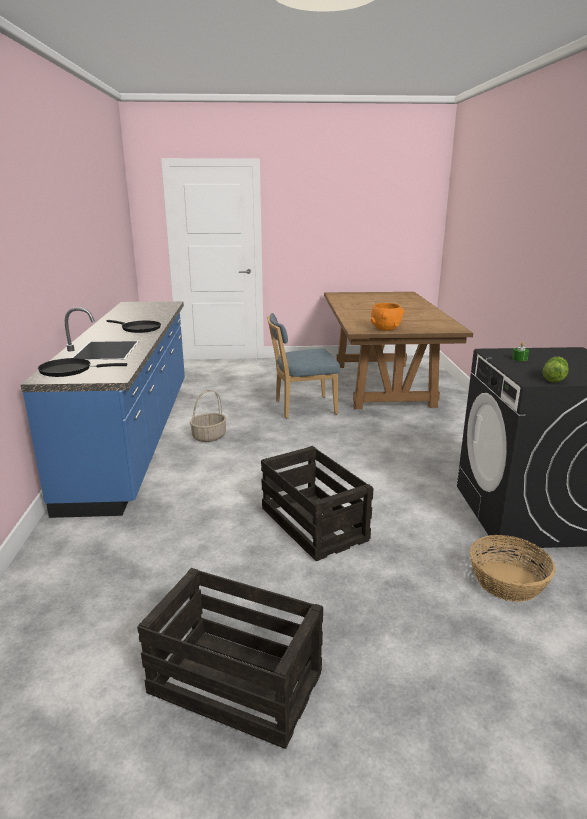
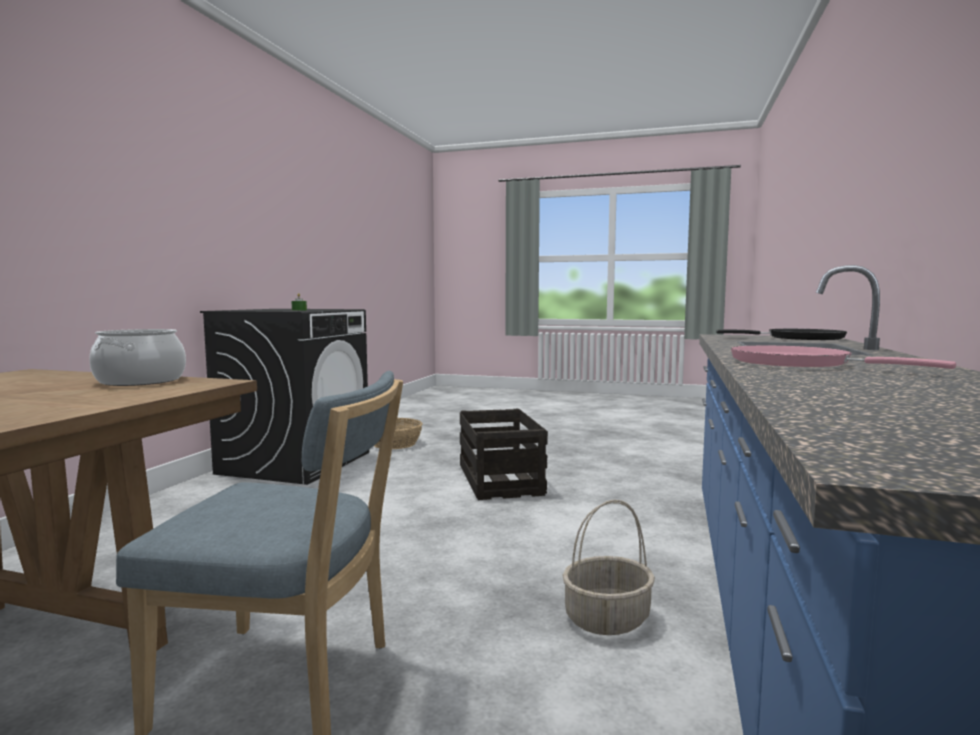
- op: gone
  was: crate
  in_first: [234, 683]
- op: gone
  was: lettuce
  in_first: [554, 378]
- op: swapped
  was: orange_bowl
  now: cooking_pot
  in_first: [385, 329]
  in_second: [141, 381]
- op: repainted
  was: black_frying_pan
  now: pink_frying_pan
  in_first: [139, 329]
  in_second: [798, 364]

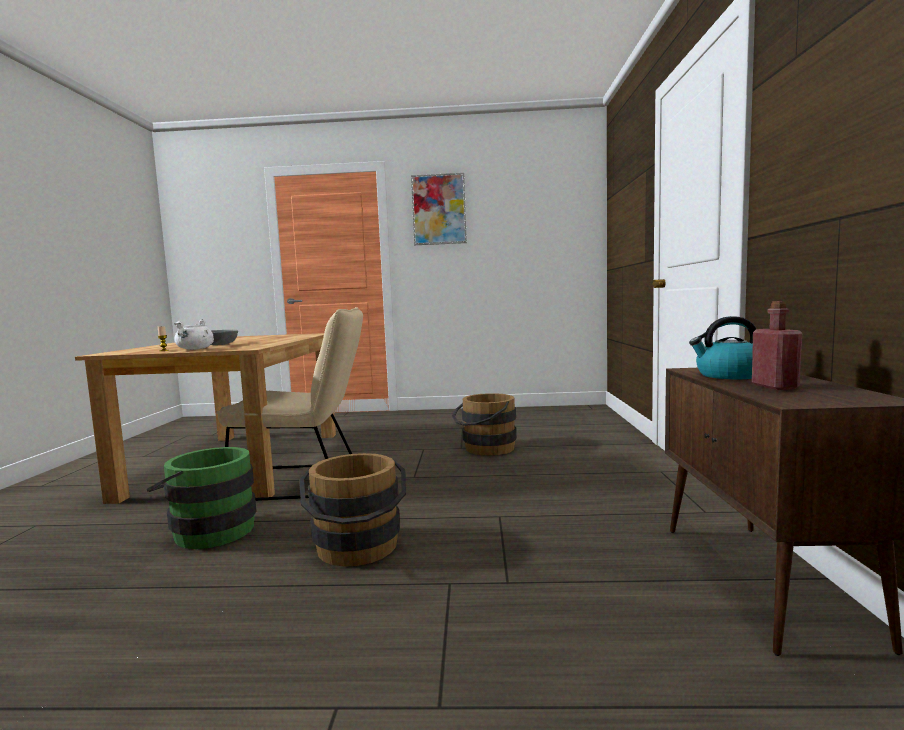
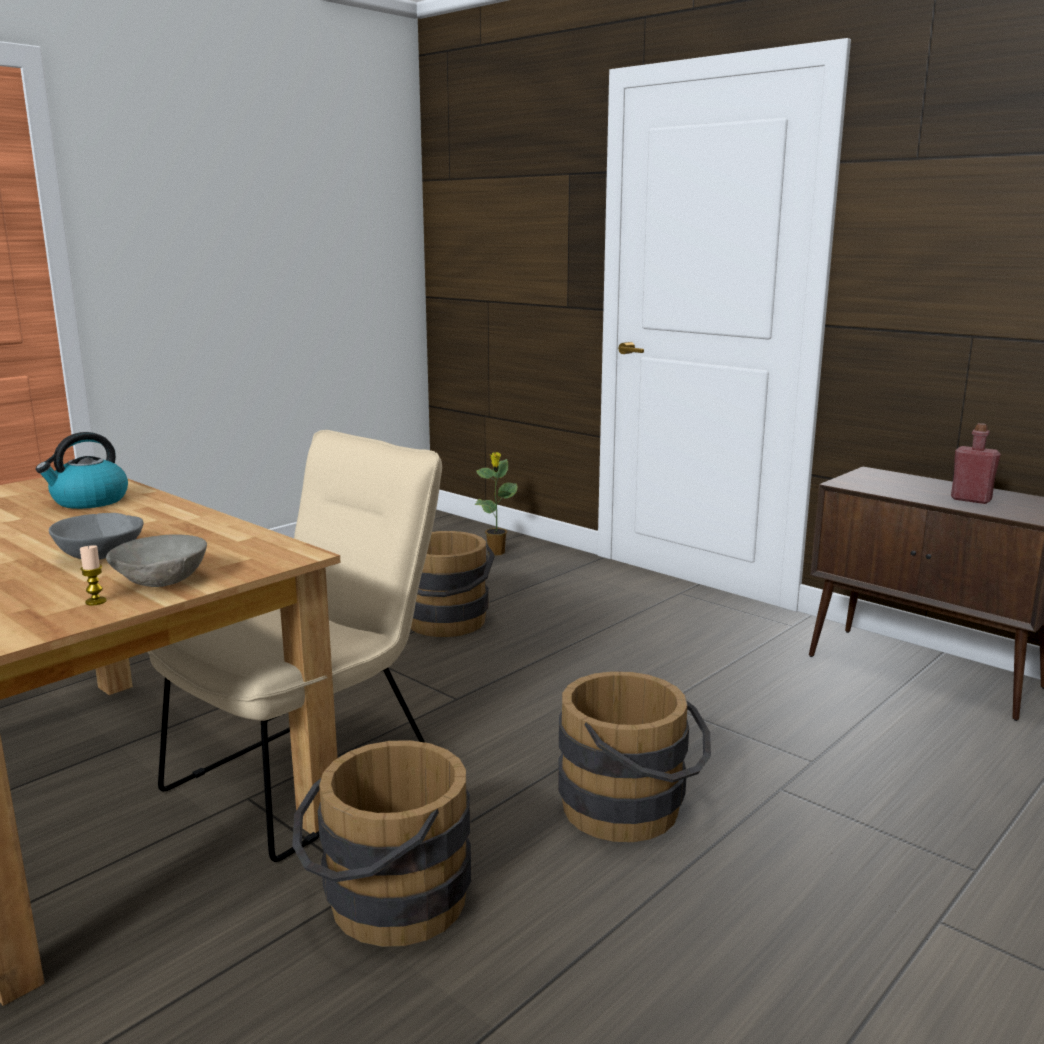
- op: gone
  was: picture
  in_first: [439, 209]
- op: new
  now: potted_plant
  in_second: [496, 553]
- op: shifted
  was: kettle
  in_first: [728, 375]
  in_second: [89, 501]
- op: swapped
  was: white_cooking_pot
  now: grey_bowl
  in_first: [195, 349]
  in_second: [162, 581]
- op: repainted
  was: green_bucket
  now: brown_bucket
  in_first: [208, 530]
  in_second: [385, 905]

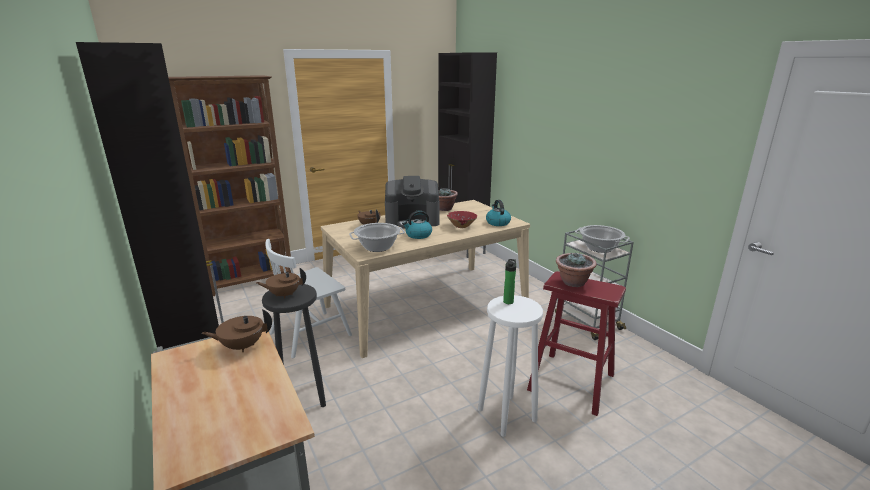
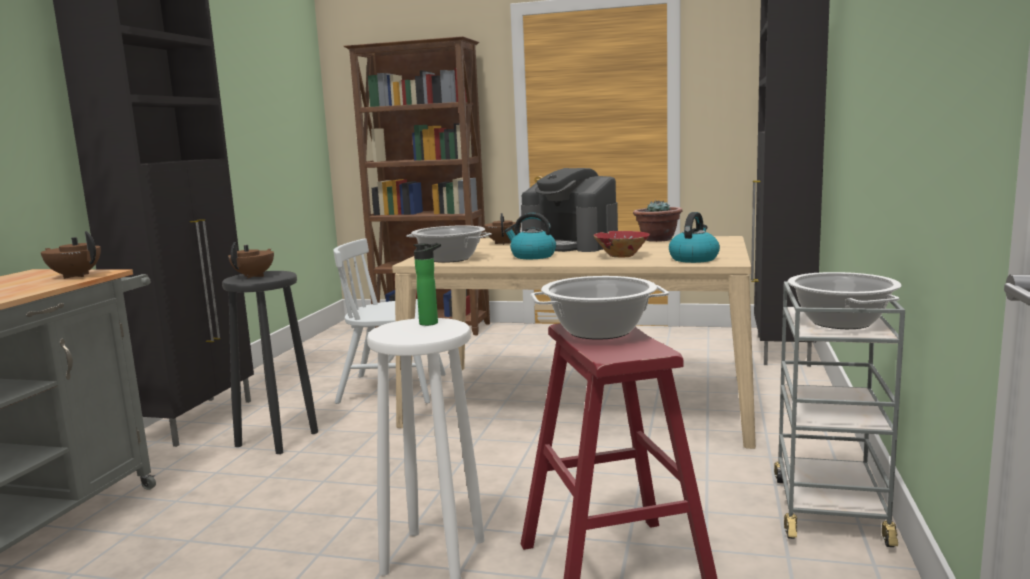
- op: swapped
  was: potted_plant
  now: cooking_pot
  in_first: [573, 282]
  in_second: [599, 331]
- op: rotated
  was: brown_teapot
  in_first: [284, 295]
  in_second: [254, 276]
  clockwise: 75

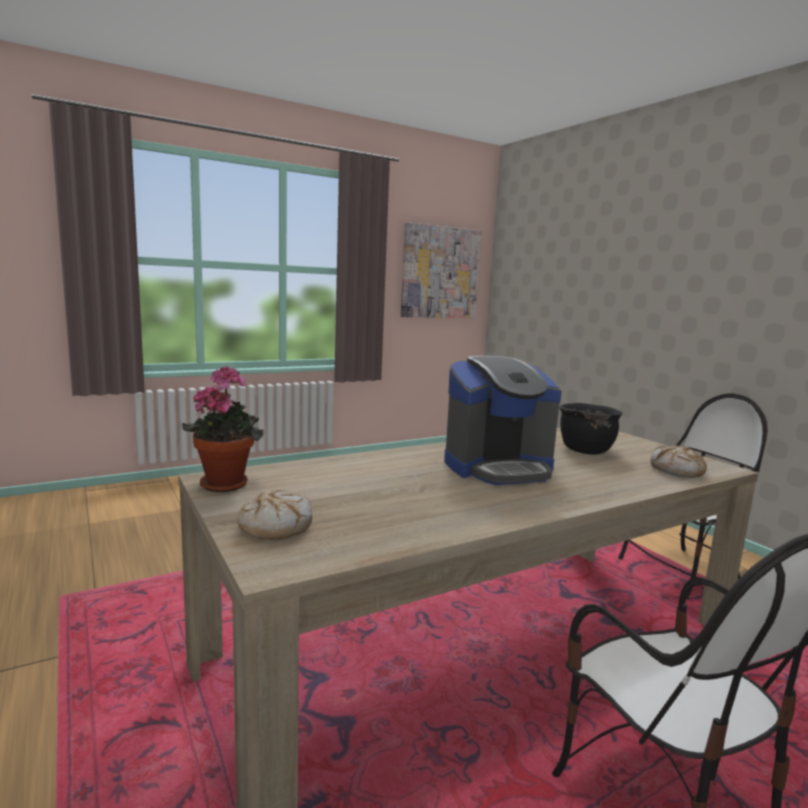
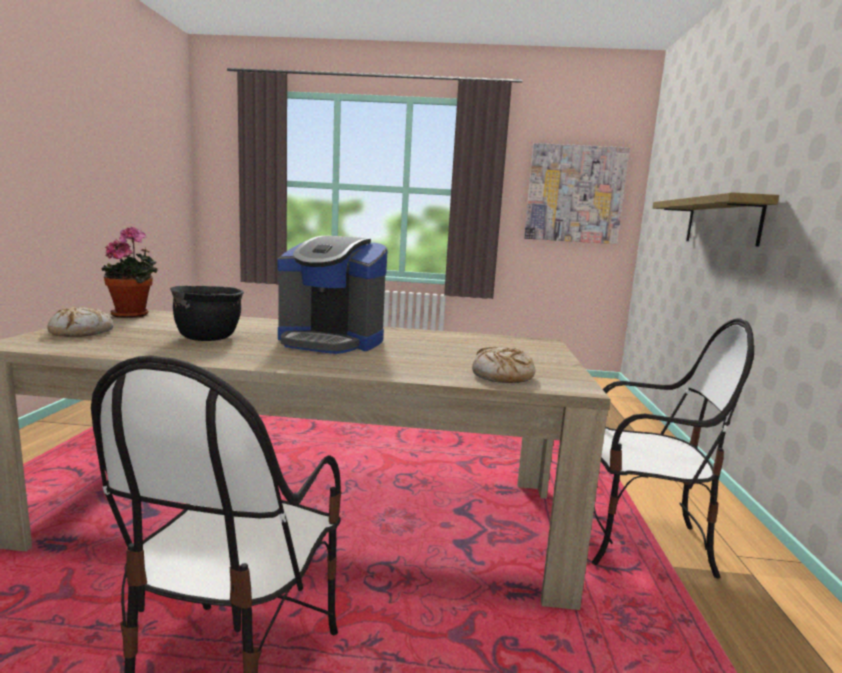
- op: new
  now: shelf
  in_second: [722, 221]
- op: shifted
  was: black_cooking_pot
  in_first: [585, 450]
  in_second: [208, 338]

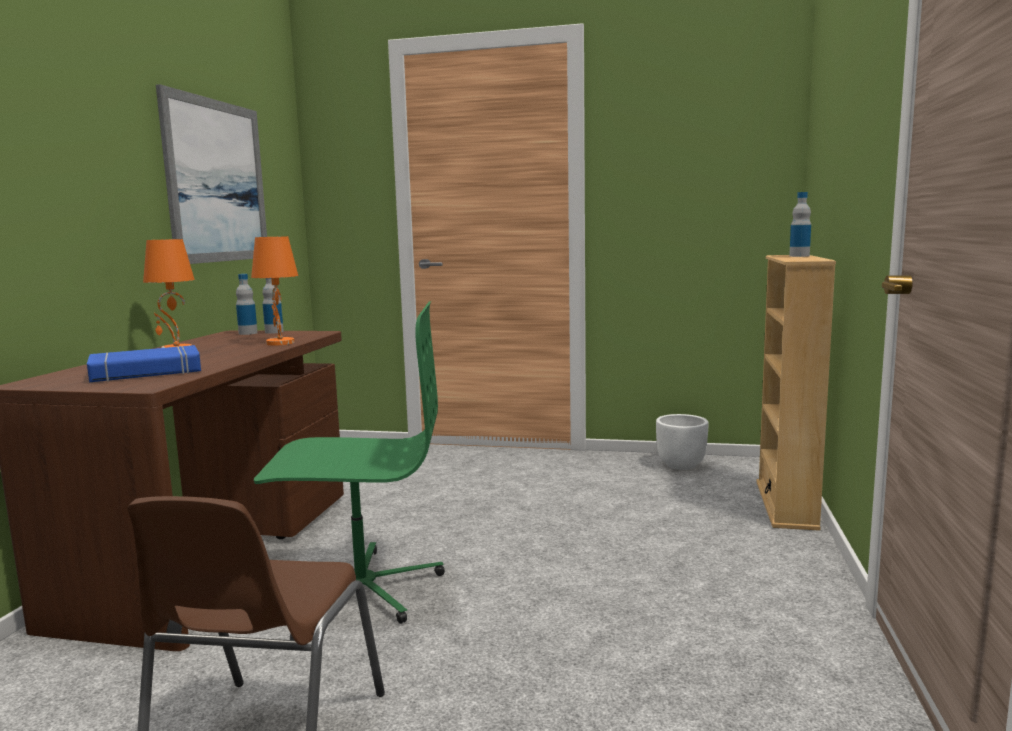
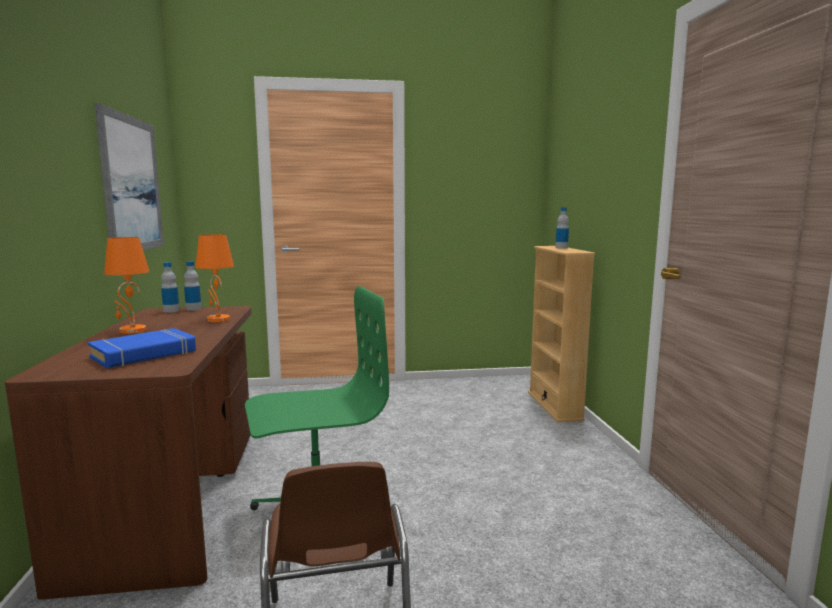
- op: gone
  was: white_planter
  in_first: [680, 465]

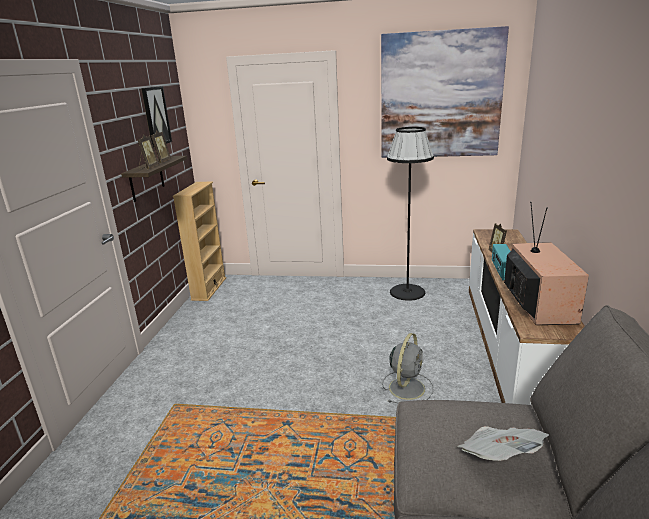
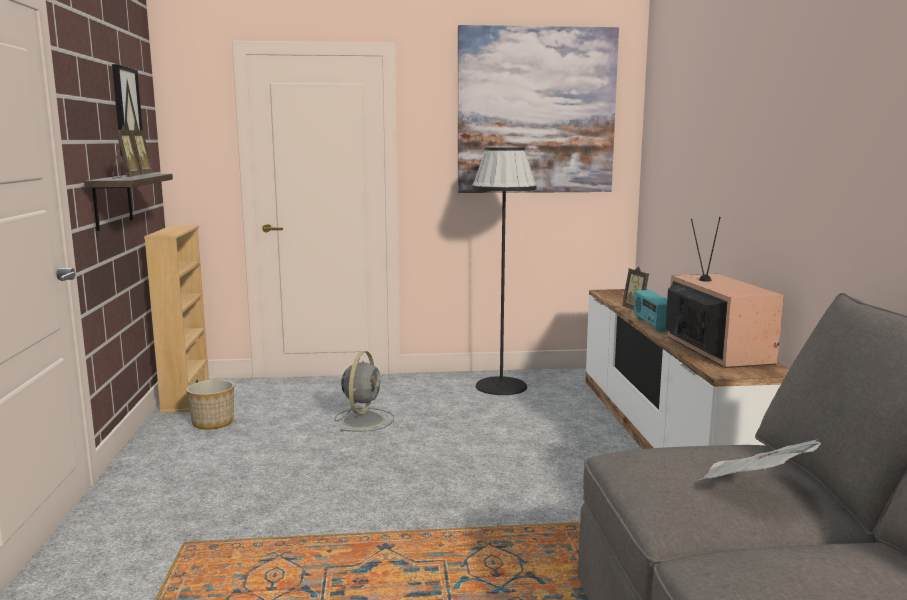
- op: new
  now: planter
  in_second: [213, 422]
- op: shifted
  was: grey_fan
  in_first: [407, 387]
  in_second: [364, 420]

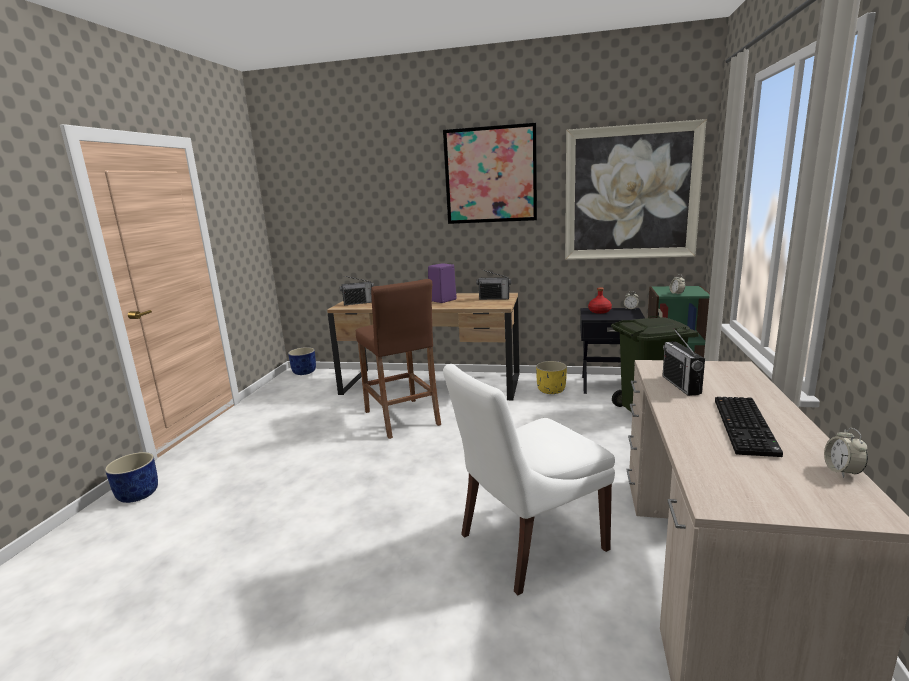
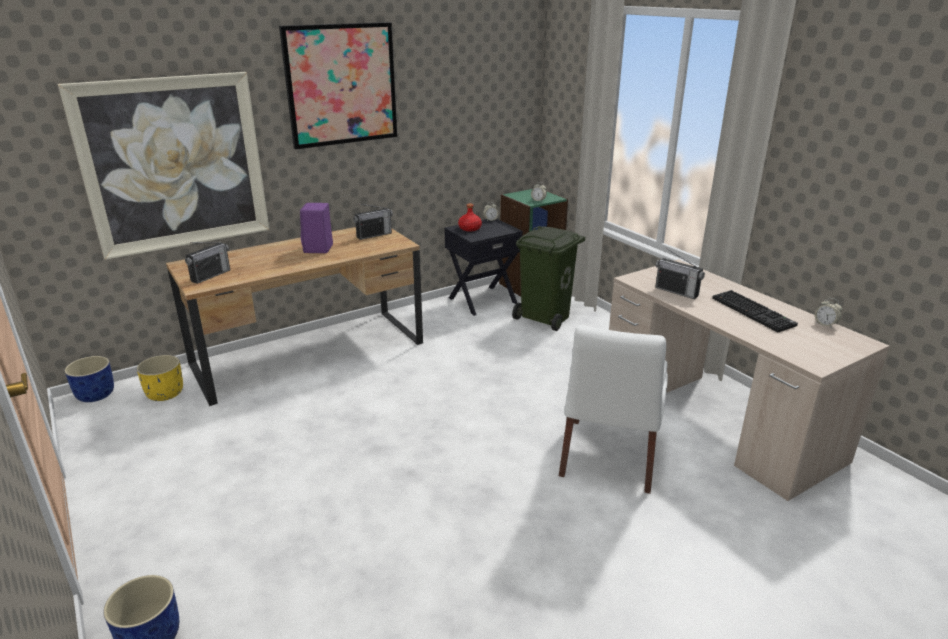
- op: gone
  was: brown_stool
  in_first: [402, 418]
- op: shifted
  was: yellow_planter
  in_first: [551, 390]
  in_second: [166, 393]
- op: shifted
  was: picture
  in_first: [630, 193]
  in_second: [174, 164]

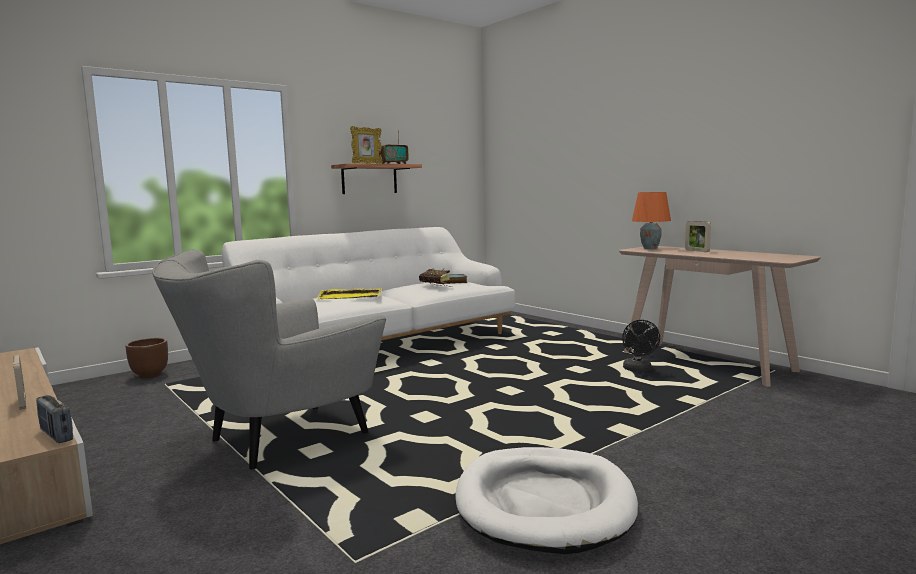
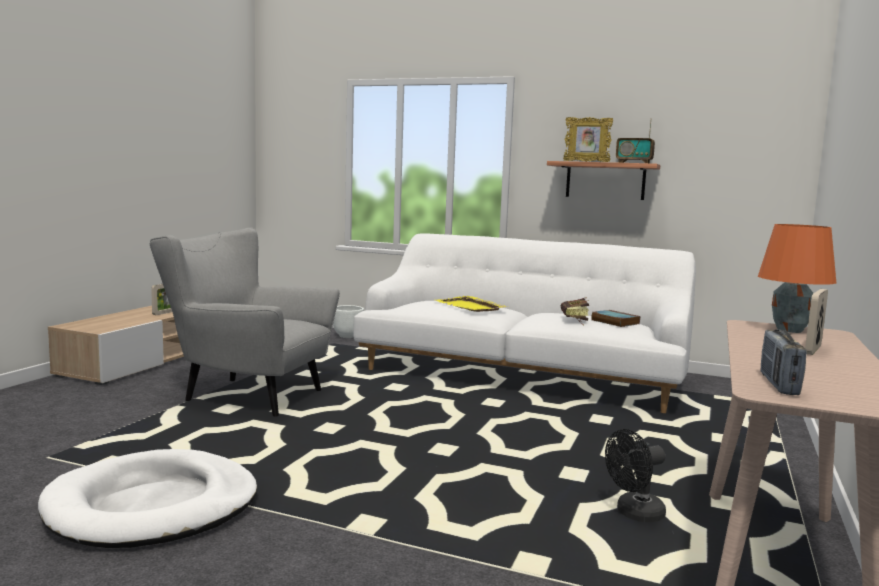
- op: shifted
  was: radio
  in_first: [56, 435]
  in_second: [778, 384]
- op: repainted
  was: brown_planter
  now: white_planter
  in_first: [149, 375]
  in_second: [347, 336]

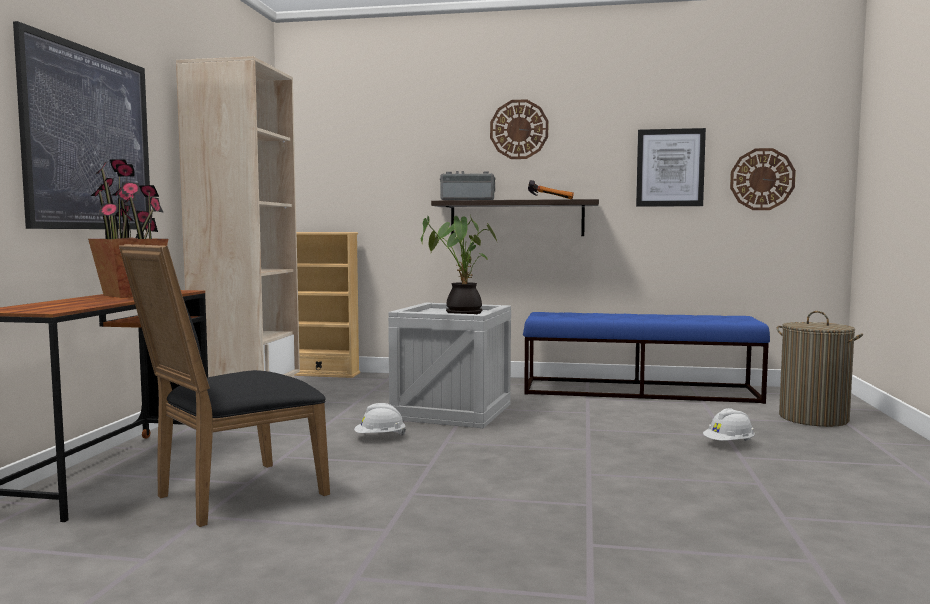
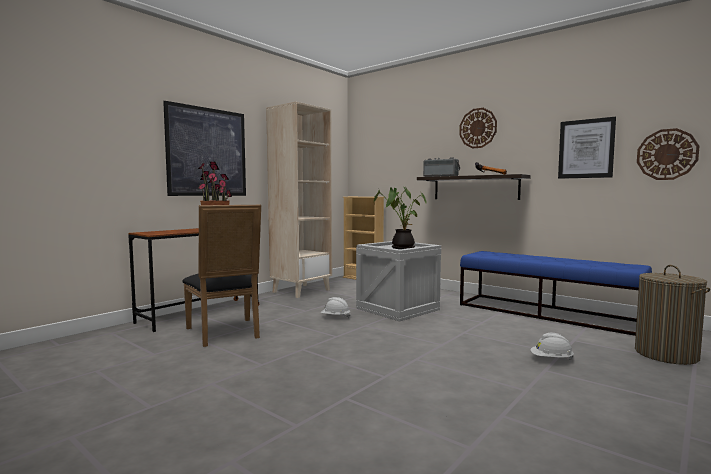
- op: rotated
  was: black_chair
  in_first: [231, 496]
  in_second: [225, 334]
  clockwise: -105

